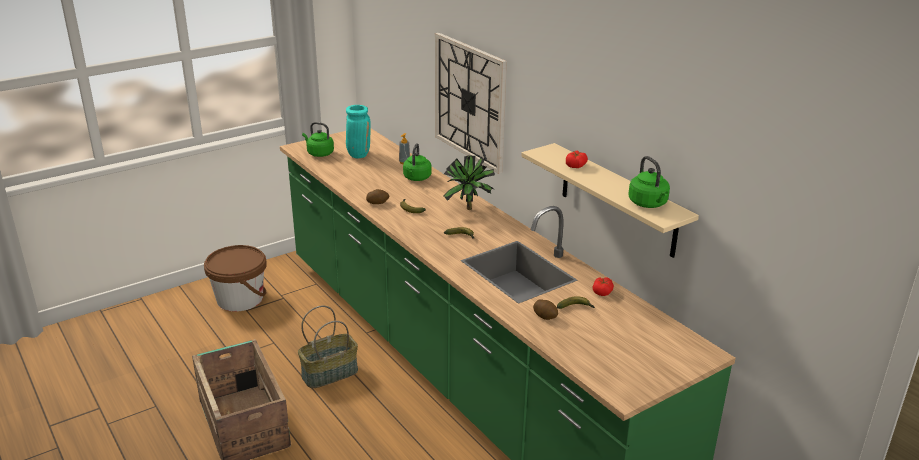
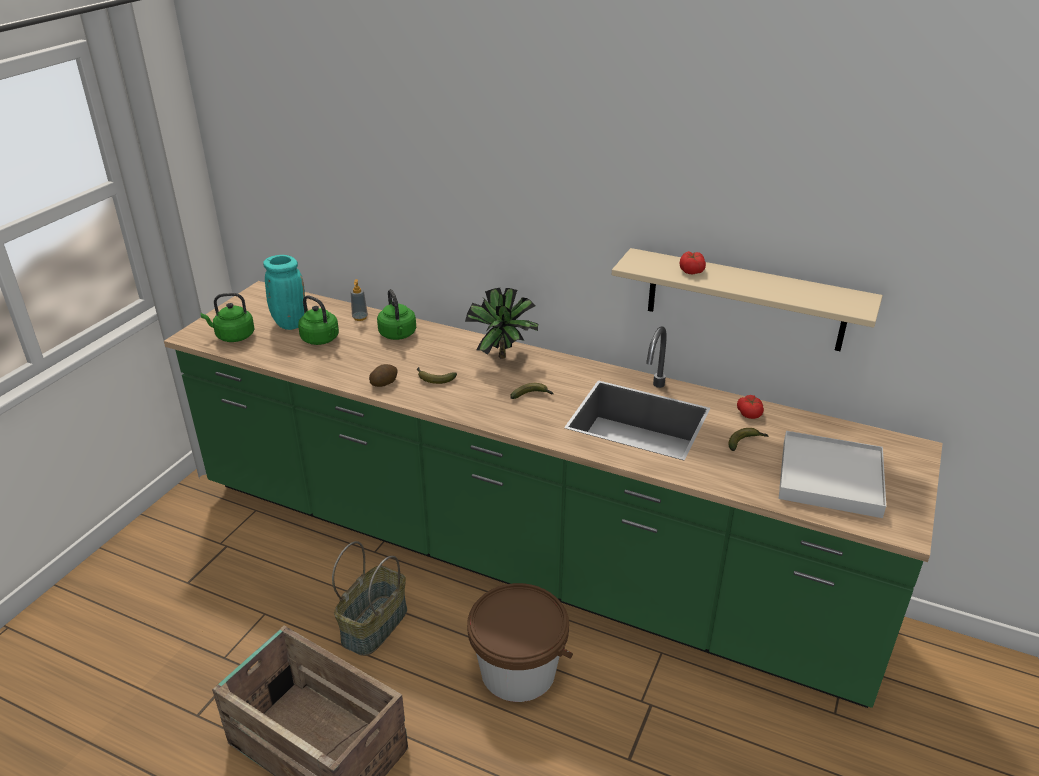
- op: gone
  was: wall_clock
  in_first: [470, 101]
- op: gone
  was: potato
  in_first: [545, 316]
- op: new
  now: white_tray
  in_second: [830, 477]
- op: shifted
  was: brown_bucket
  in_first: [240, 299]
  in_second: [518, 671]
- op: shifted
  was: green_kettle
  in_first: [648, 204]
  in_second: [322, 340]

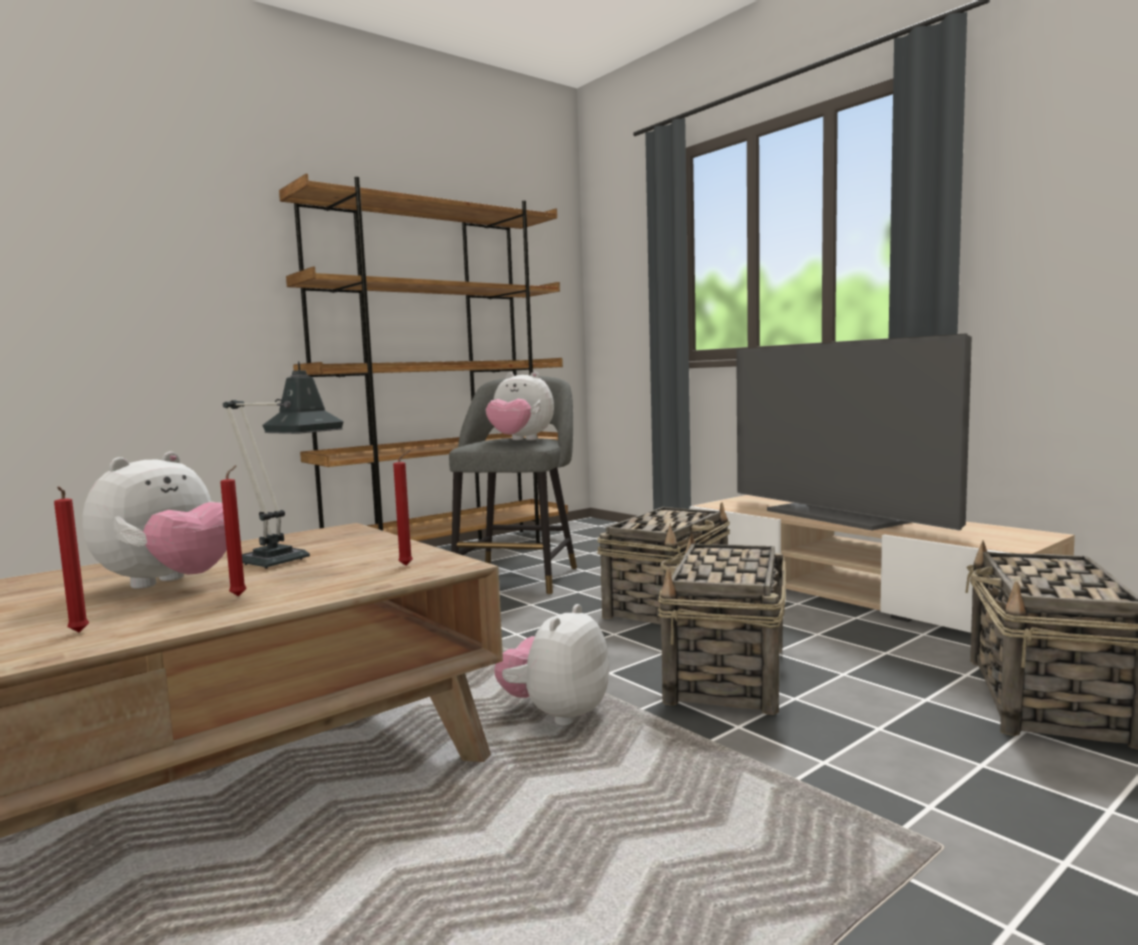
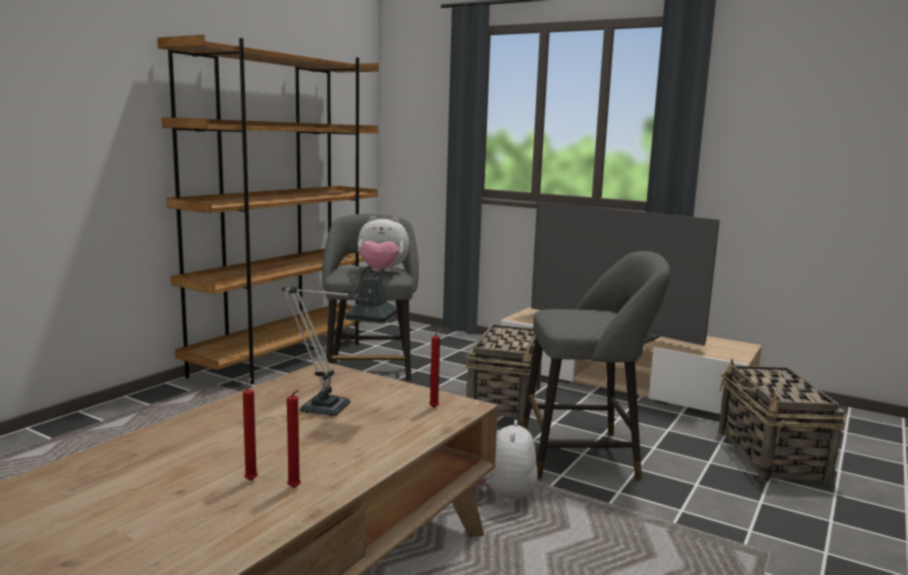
- op: gone
  was: plush_toy
  in_first: [169, 584]
- op: shifted
  was: red_candle
  in_first: [240, 595]
  in_second: [252, 479]
- op: swapped
  was: basket
  now: grey_stool
  in_first: [726, 675]
  in_second: [585, 455]

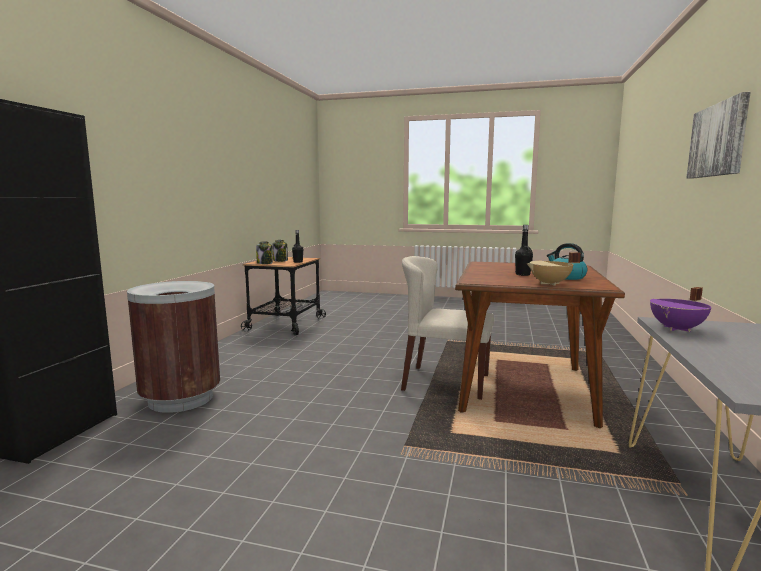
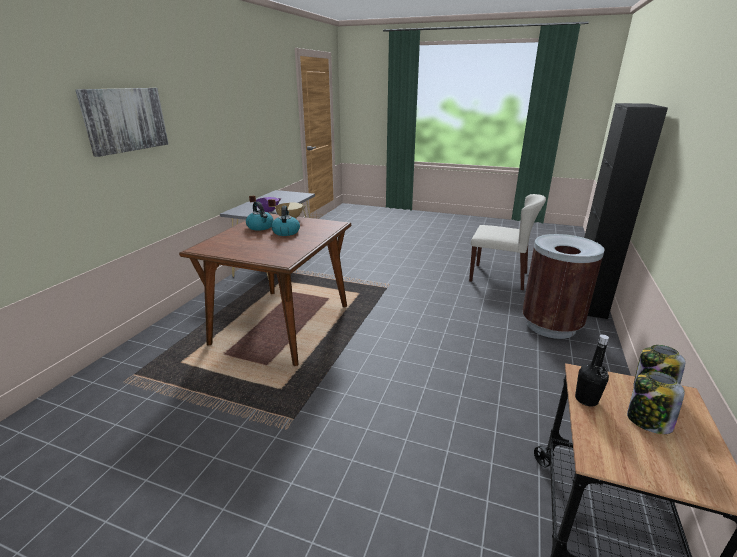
- op: shifted
  was: beige_chair
  in_first: [445, 382]
  in_second: [499, 276]
- op: swapped
  was: black_bottle
  now: kettle
  in_first: [522, 274]
  in_second: [286, 232]

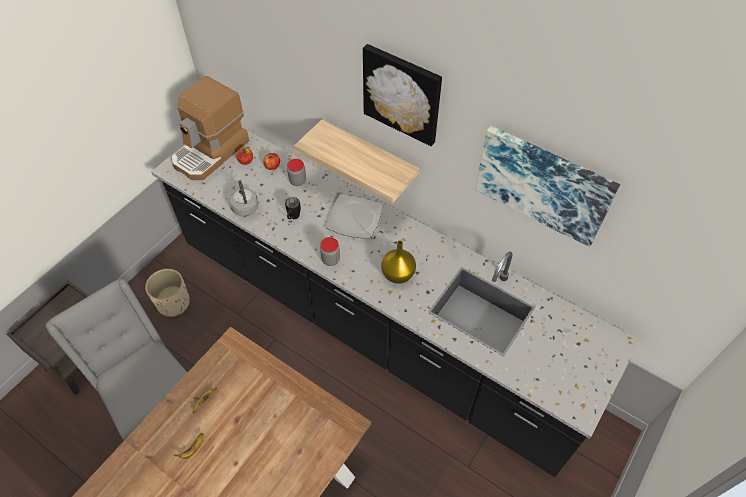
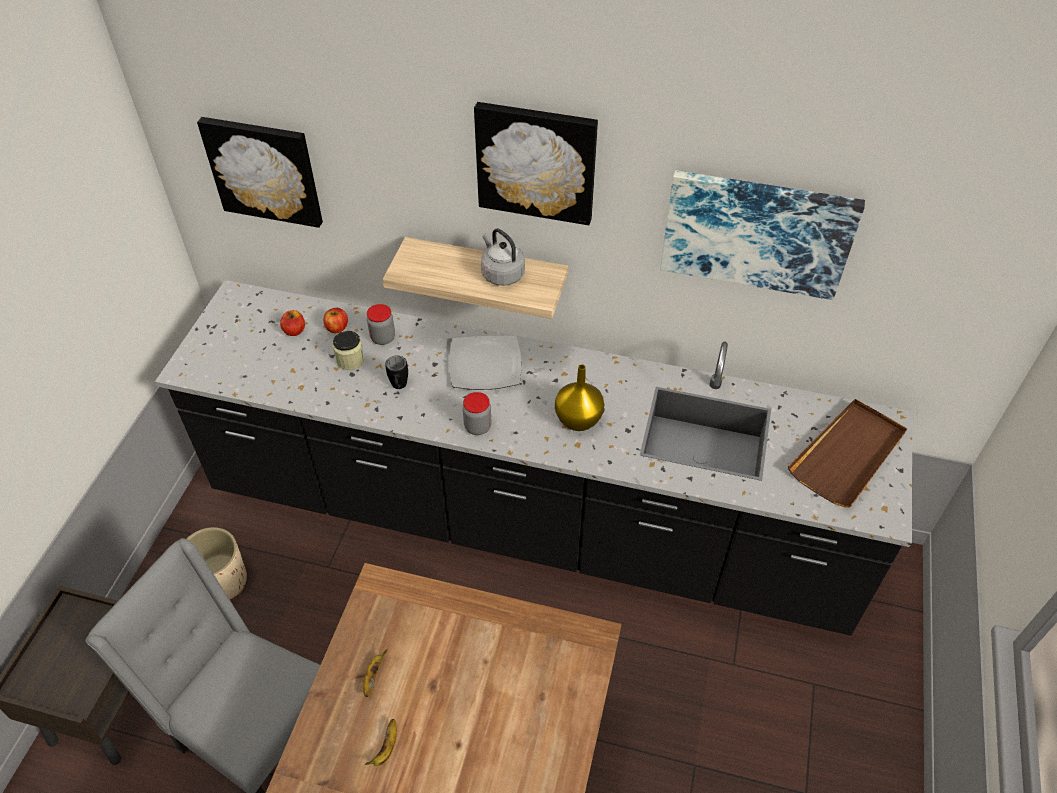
- op: gone
  was: coffee_machine
  in_first: [211, 152]
- op: new
  now: picture
  in_second: [264, 170]
- op: new
  now: jar
  in_second: [350, 360]
- op: new
  now: brown_tray
  in_second: [848, 455]
- op: shifted
  was: grey_kettle
  in_first: [245, 207]
  in_second: [501, 274]

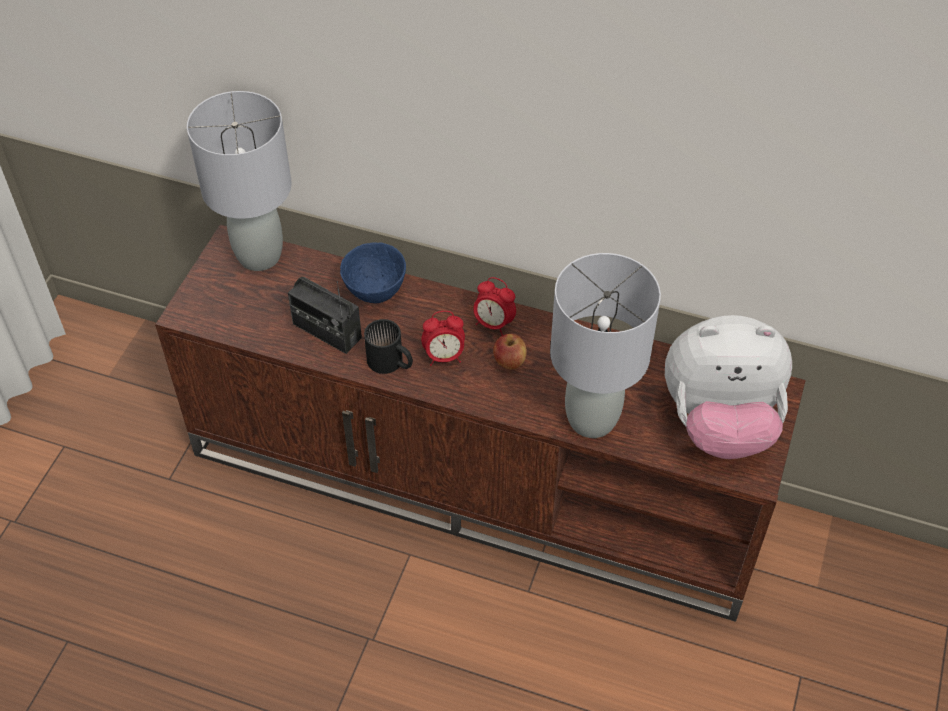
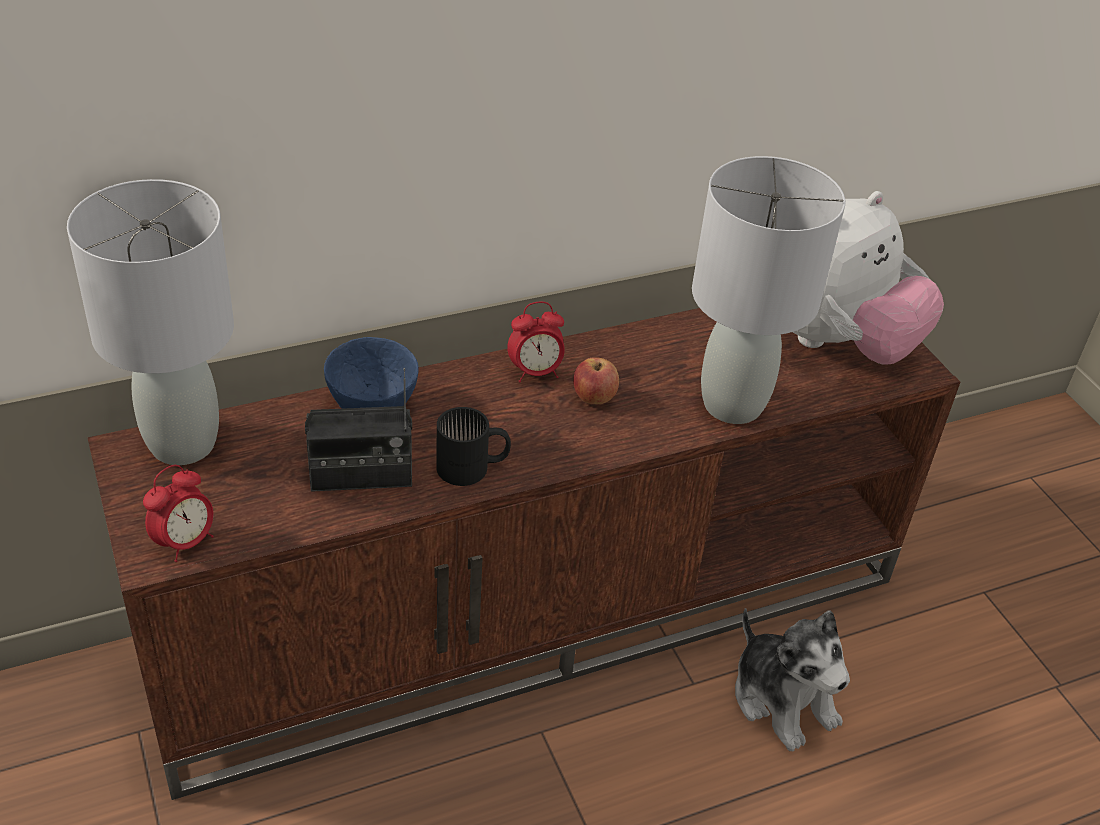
- op: new
  now: plush_toy
  in_second: [783, 699]
- op: shifted
  was: alarm_clock
  in_first: [444, 357]
  in_second: [185, 542]

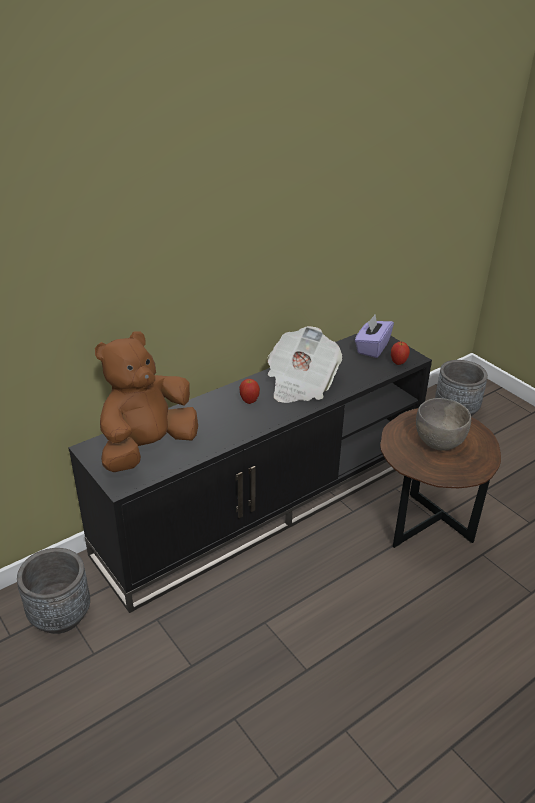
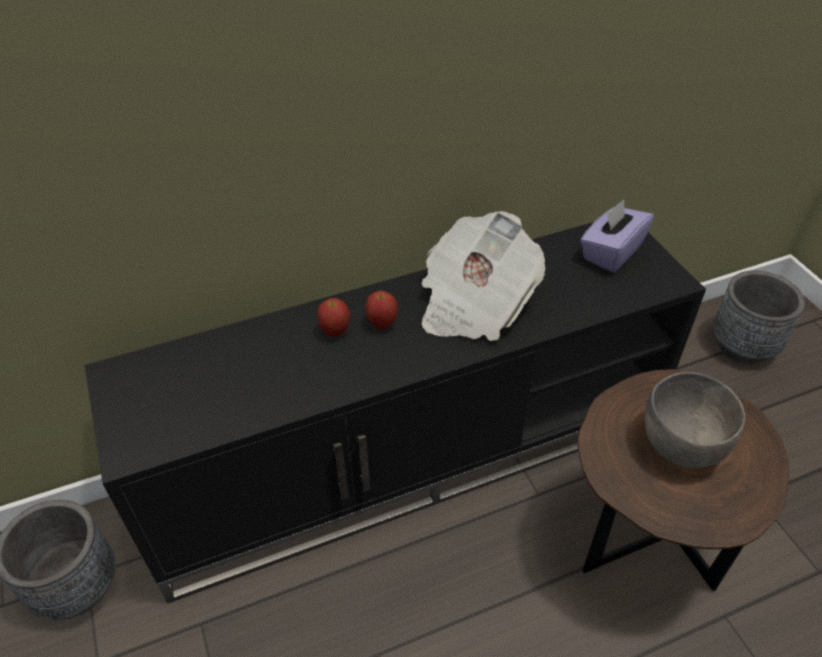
- op: gone
  was: brown_plush_toy
  in_first: [147, 448]
- op: shifted
  was: apple
  in_first: [398, 363]
  in_second: [335, 332]

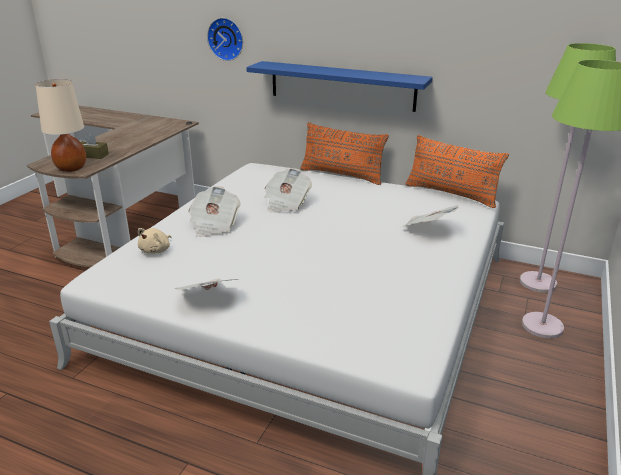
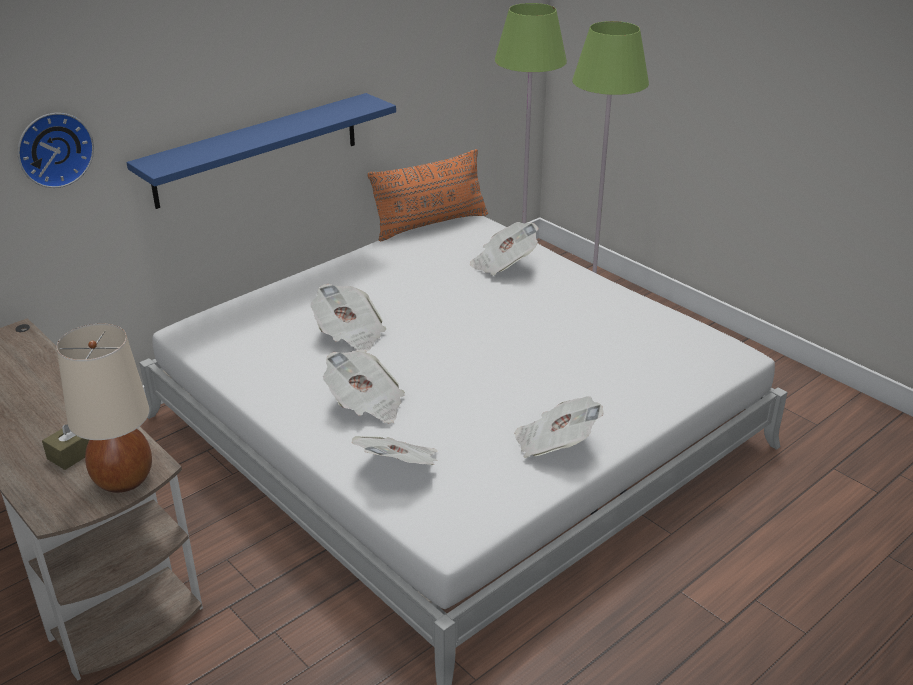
- op: gone
  was: orange_pillow
  in_first: [341, 175]
- op: swapped
  was: beige_plush_toy
  now: newspaper
  in_first: [156, 250]
  in_second: [400, 467]

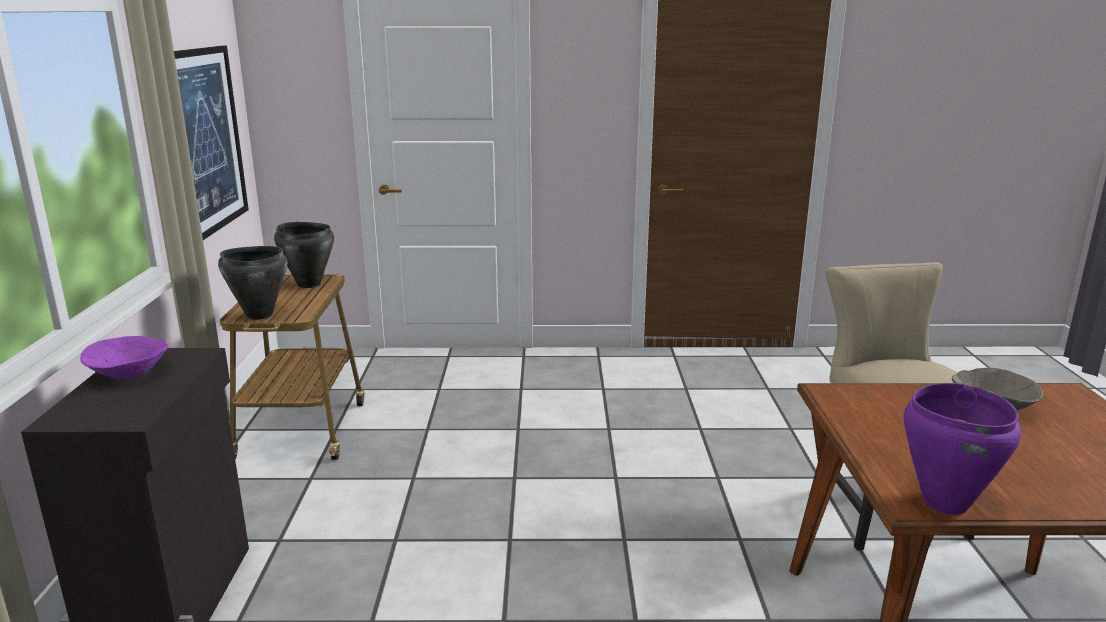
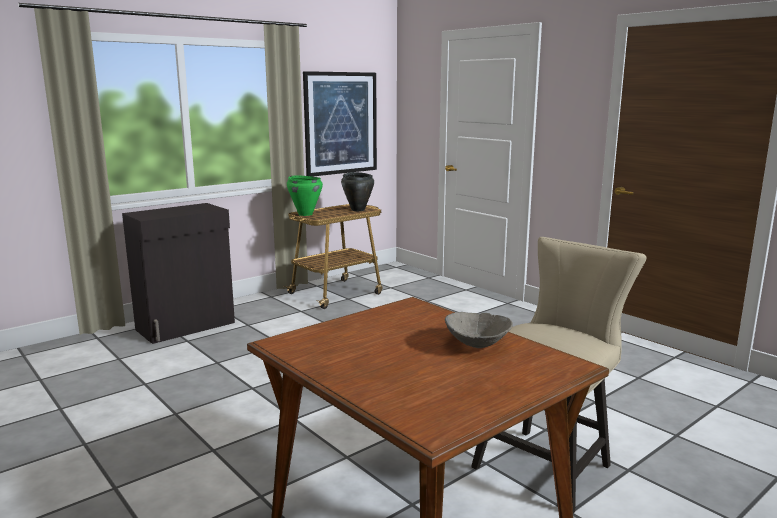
- op: gone
  was: purple_bowl
  in_first: [130, 373]
- op: gone
  was: purple_cooking_pot
  in_first: [944, 503]
- op: repainted
  was: black_cooking_pot
  now: green_cooking_pot
  in_first: [259, 315]
  in_second: [305, 214]

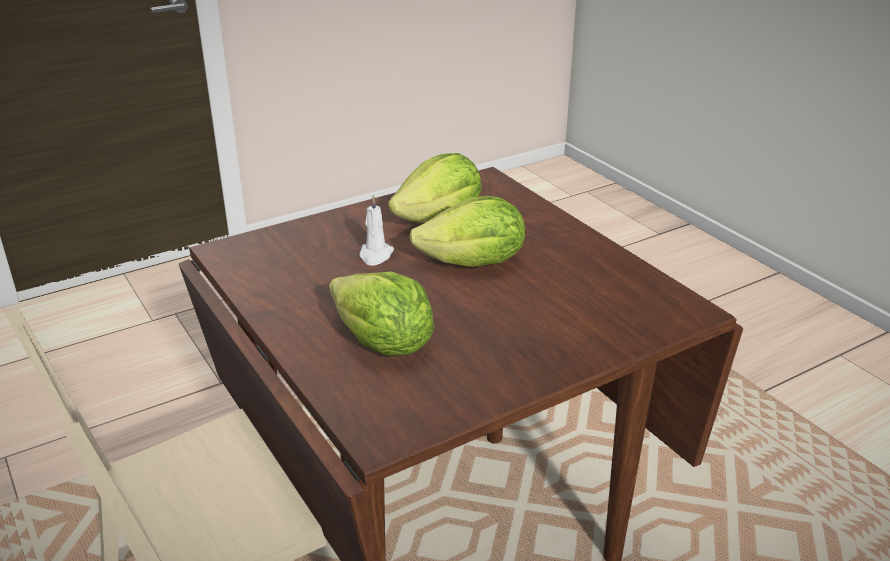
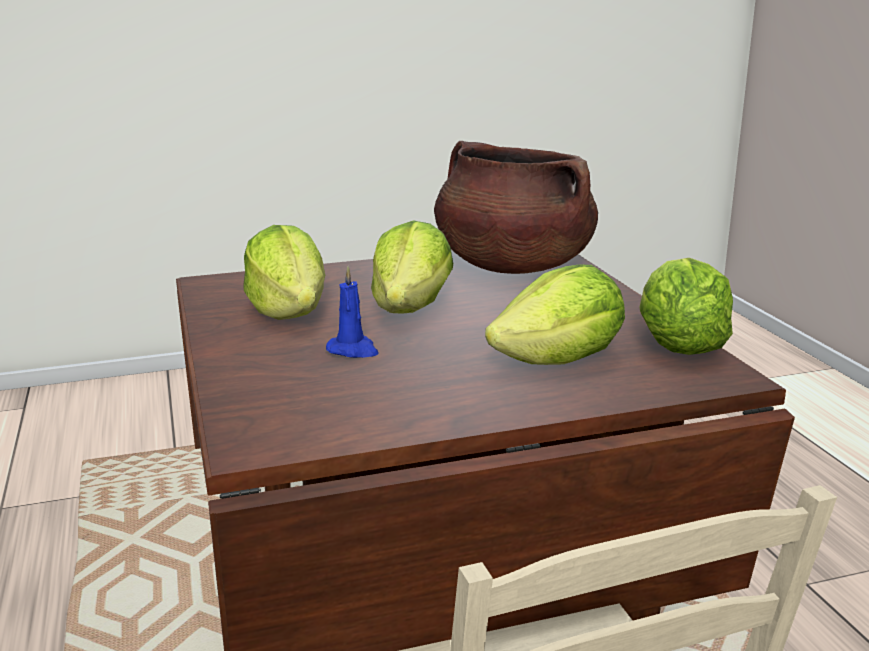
- op: new
  now: brown_cooking_pot
  in_second: [512, 266]
- op: new
  now: lettuce
  in_second: [678, 347]
- op: repainted
  was: white_candle
  now: blue_candle
  in_first: [375, 255]
  in_second: [353, 350]

